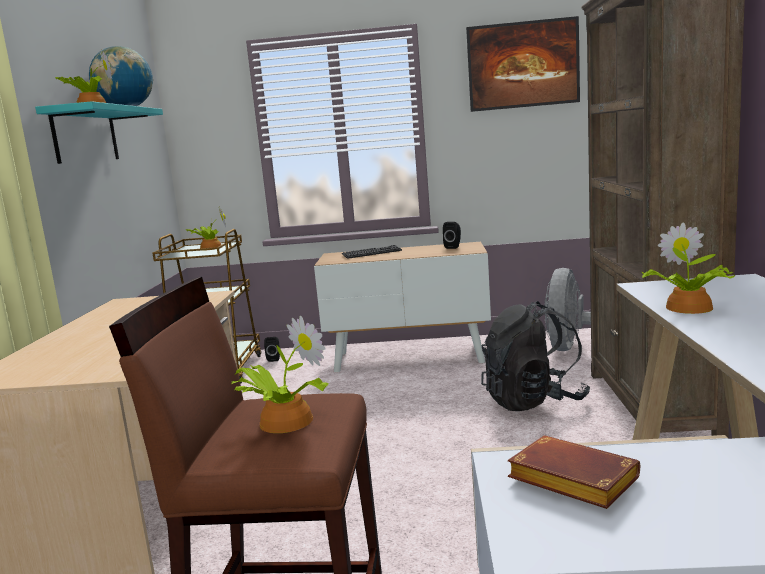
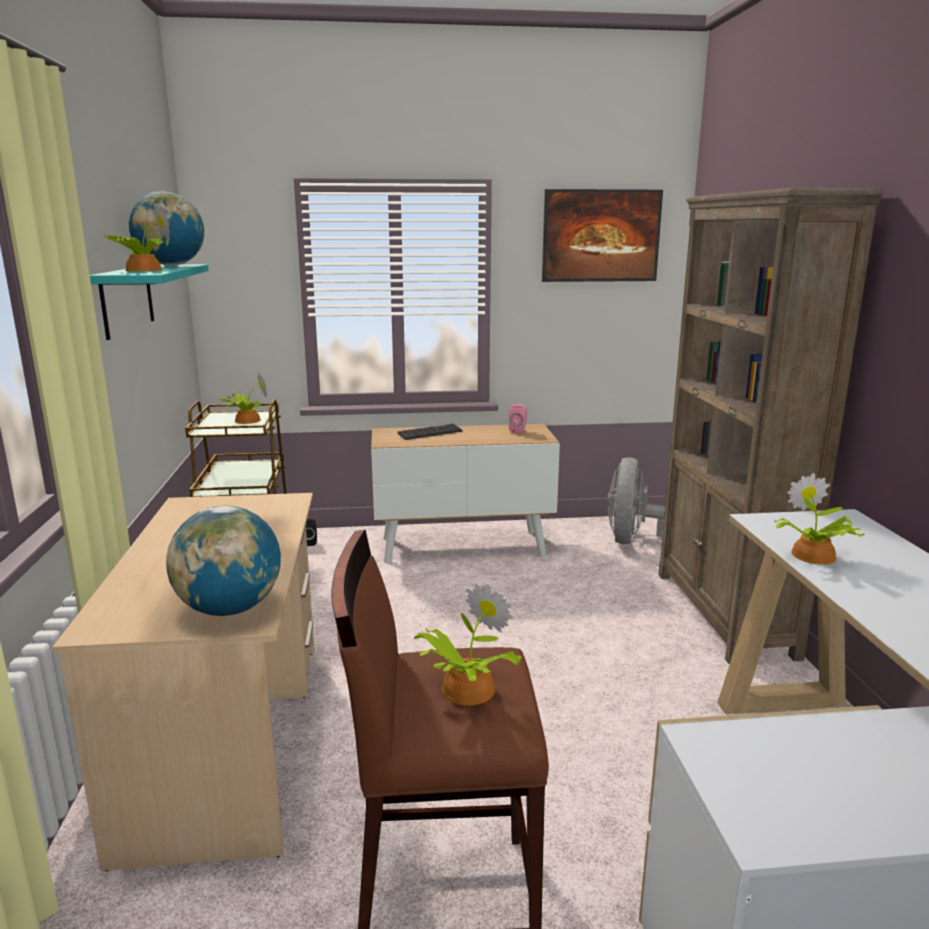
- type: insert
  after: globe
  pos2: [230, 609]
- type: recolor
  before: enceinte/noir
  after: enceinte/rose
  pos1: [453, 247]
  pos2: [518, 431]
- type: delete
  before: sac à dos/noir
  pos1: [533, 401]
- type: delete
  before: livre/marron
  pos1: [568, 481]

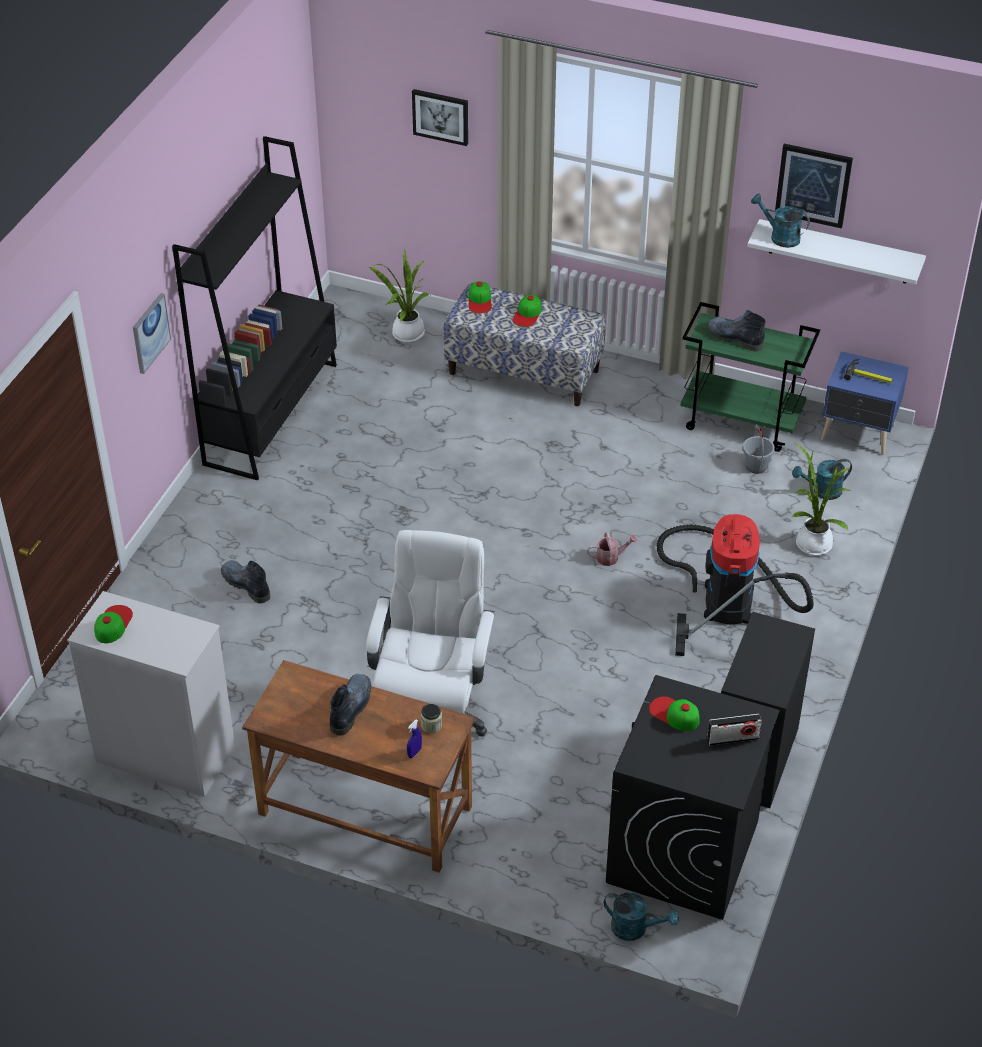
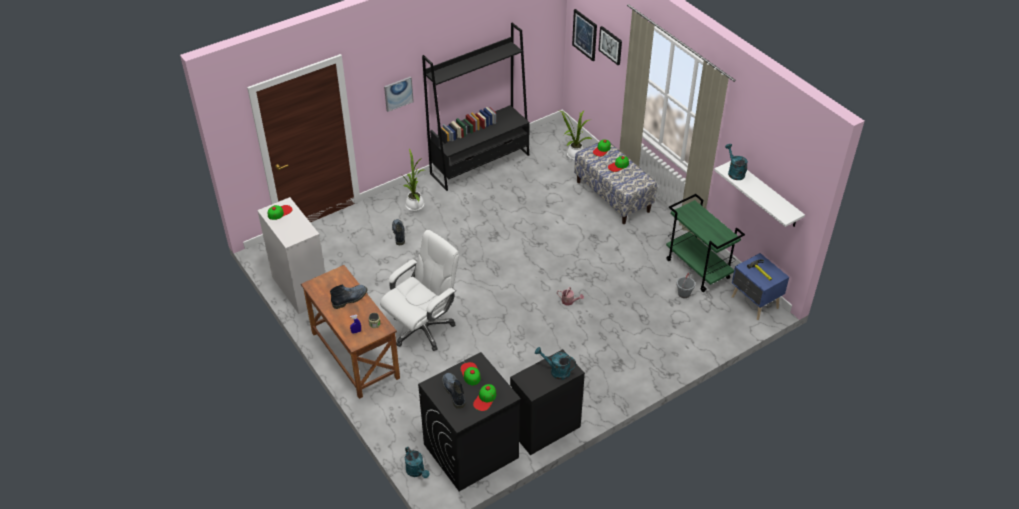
- type: move
  before: plante en pot
  pos1: [811, 542]
  pos2: [415, 204]
- type: move
  before: botte
  pos1: [733, 338]
  pos2: [453, 392]
- type: replace
  before: radio
  after: casquette
  pos1: [733, 738]
  pos2: [485, 399]
- type: move
  before: arrosoir/turquoise
  pos1: [822, 491]
  pos2: [556, 371]
- type: move
  before: tableau
  pos1: [813, 185]
  pos2: [585, 34]
- type: delete
  before: aspirateur
  pos1: [726, 597]

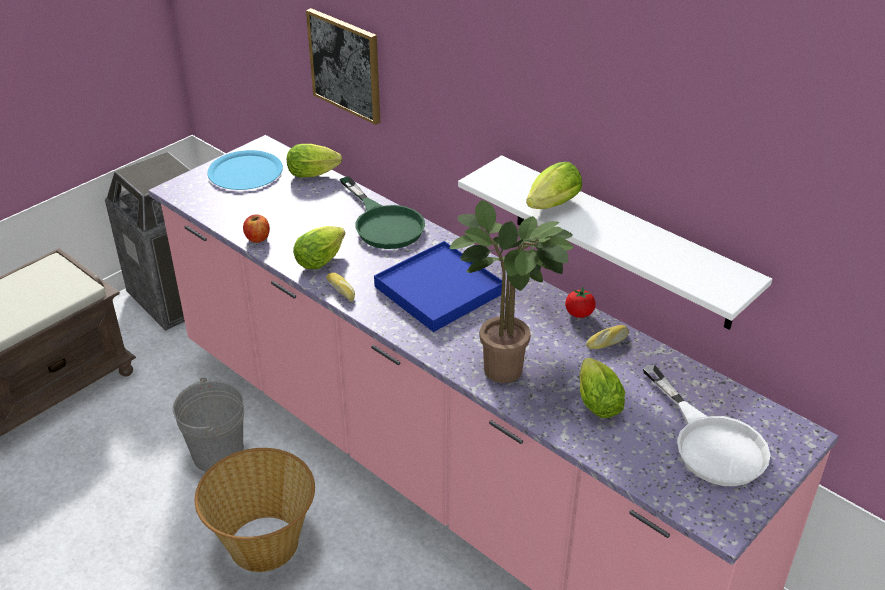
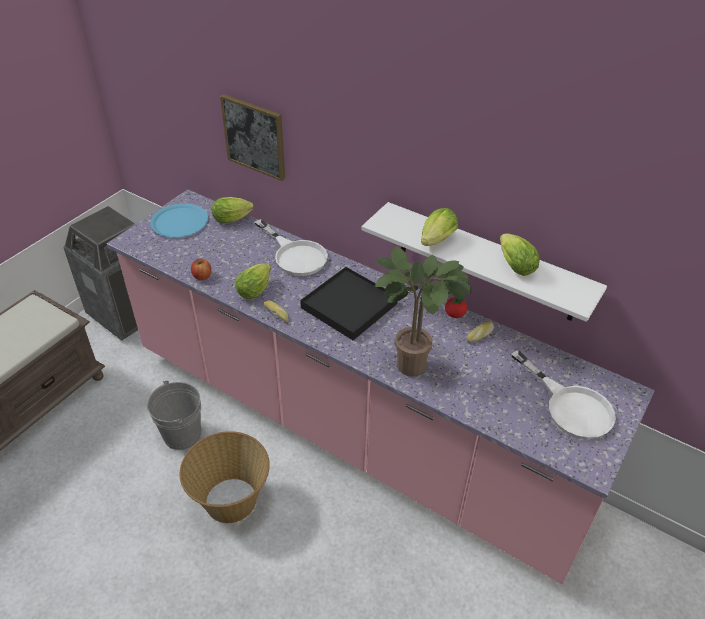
- type: recolor
  before: poêle/vert
  after: poêle/blanc
  pos1: [384, 223]
  pos2: [295, 255]
- type: recolor
  before: plateau/bleu
  after: plateau/noir
  pos1: [439, 290]
  pos2: [349, 305]
- type: move
  before: laitue
  pos1: [596, 400]
  pos2: [513, 264]

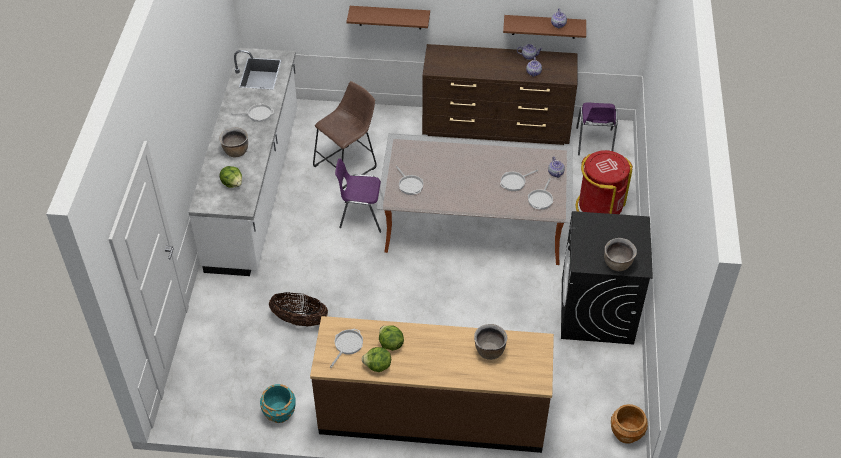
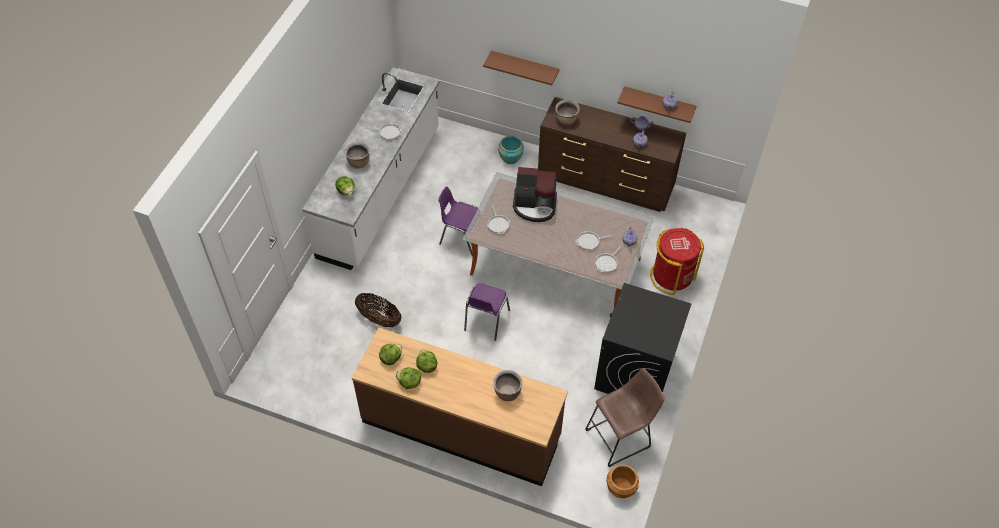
- type: replace
  before: poêle
  after: laitue
  pos1: [347, 345]
  pos2: [391, 358]
- type: move
  before: chaise/violet
  pos1: [594, 143]
  pos2: [486, 321]
- type: move
  before: cache-pot/turquoise
  pos1: [279, 412]
  pos2: [510, 157]
- type: insert
  after: machine à café
  pos2: [535, 205]
- type: move
  before: marmite/marron
  pos1: [617, 264]
  pos2: [566, 120]
- type: move
  before: tabouret/marron
  pos1: [348, 165]
  pos2: [621, 437]

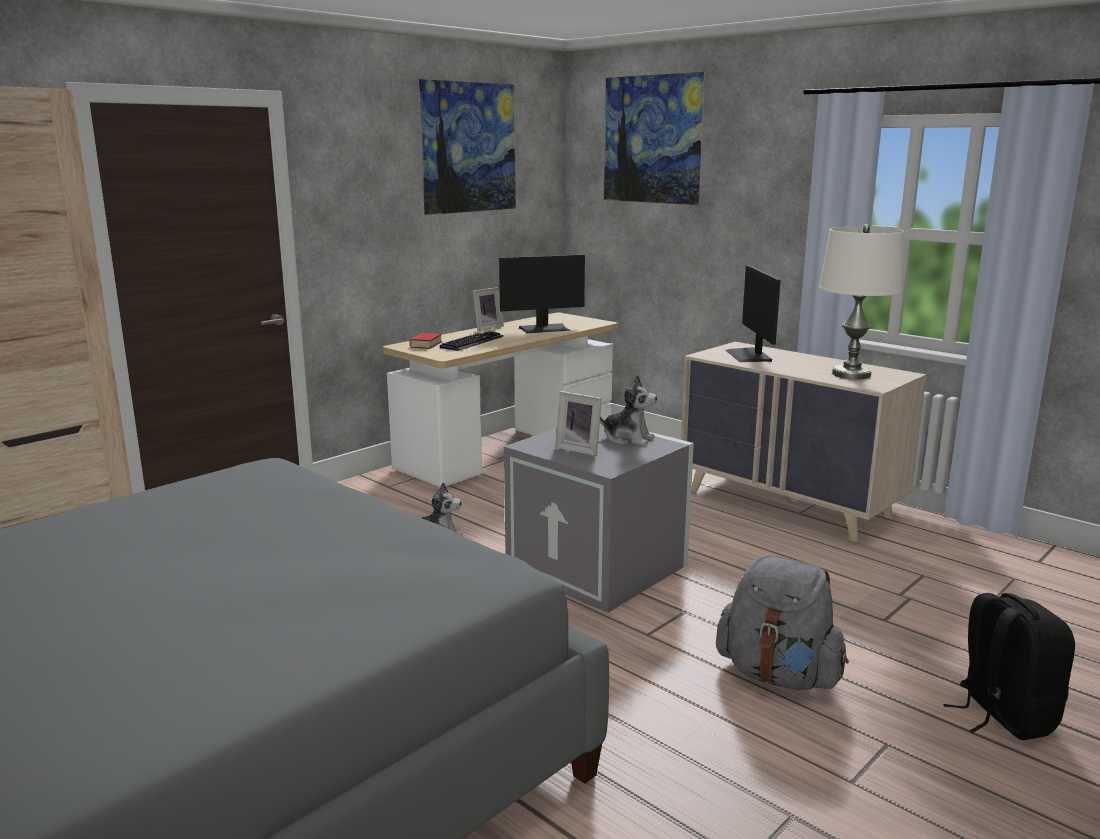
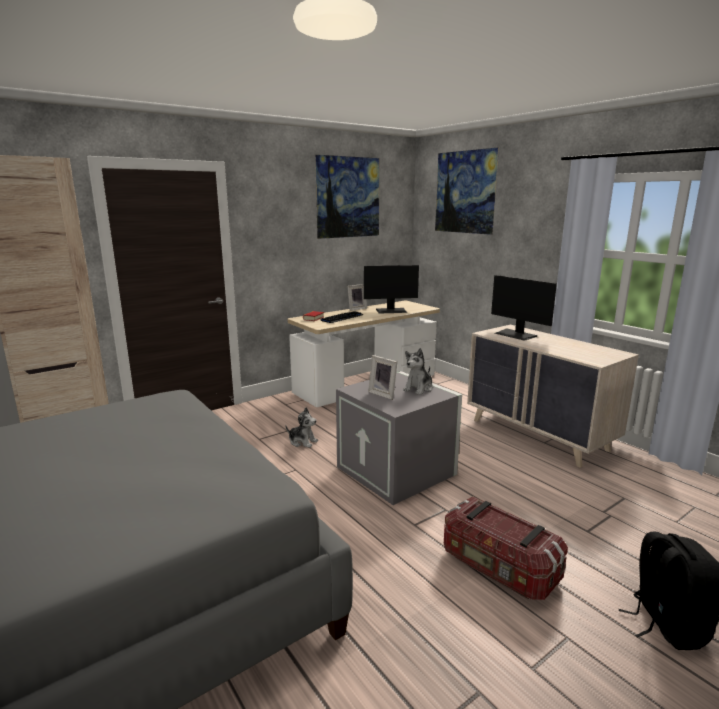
- type: rotate
  before: peluche
  pos1: [628, 439]
  pos2: [419, 388]
  turn: 90
- type: replace
  before: sac à dos/gris
  after: boîte de rangement
  pos1: [778, 675]
  pos2: [498, 568]
- type: rotate
  before: écran d'ordinateur
  pos1: [749, 355]
  pos2: [516, 334]
  turn: -45
- type: delete
  before: lampe de table/blanc
  pos1: [851, 374]

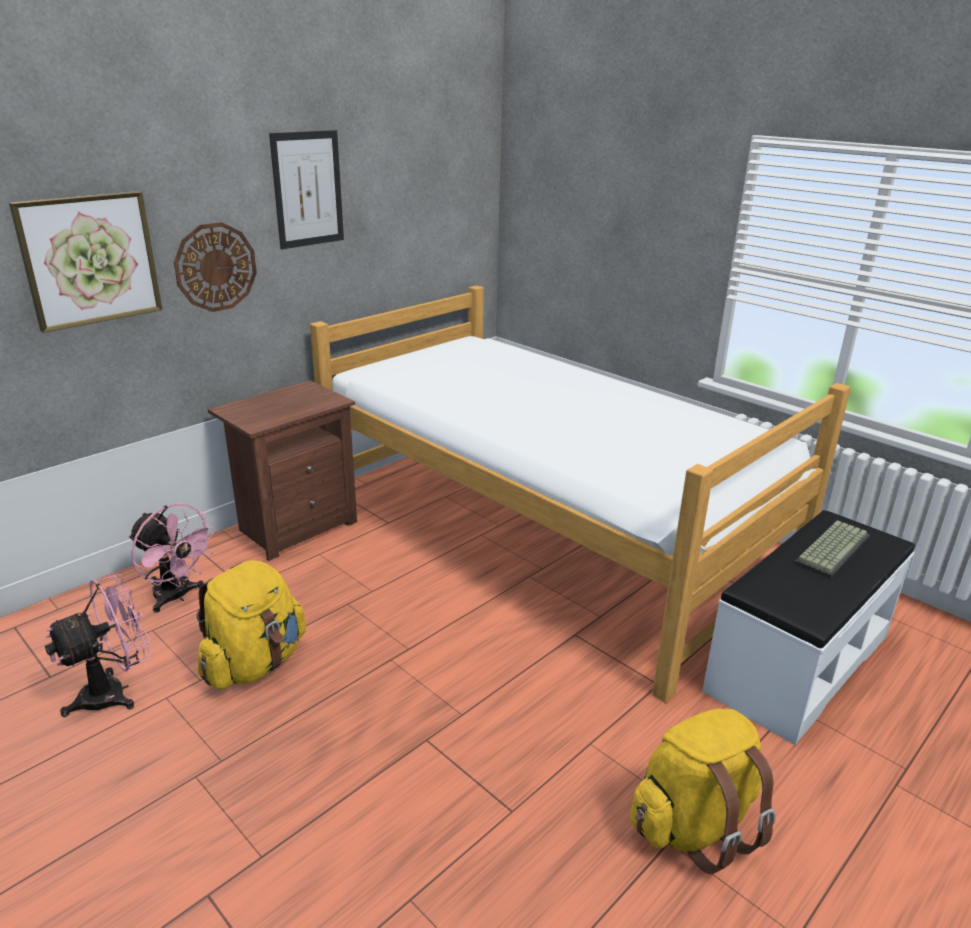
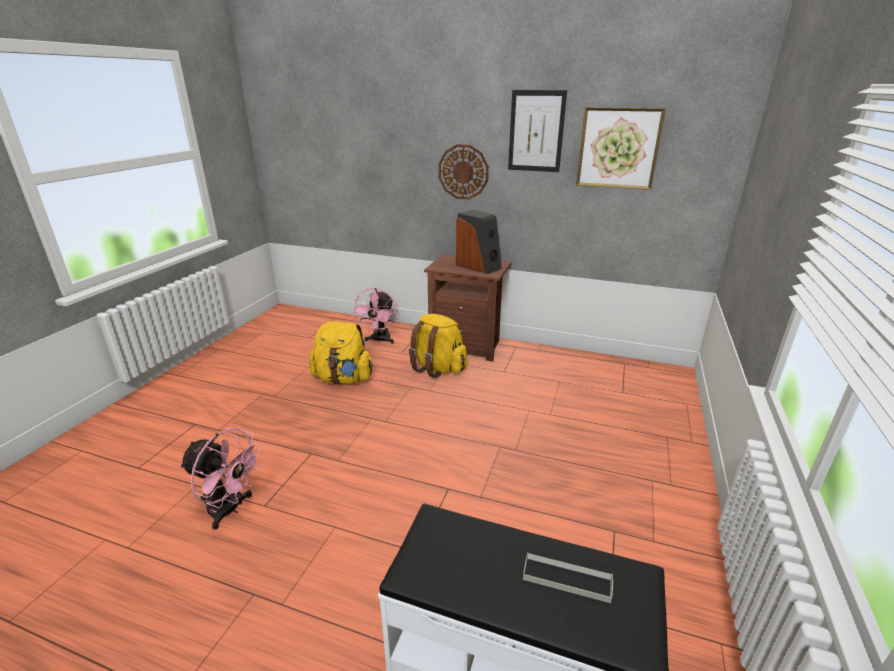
- type: move
  before: ventilateur/rose
  pos1: [115, 692]
  pos2: [230, 510]
- type: move
  before: sac à dos/jaune
  pos1: [694, 826]
  pos2: [438, 368]
- type: insert
  after: enceinte
  pos2: [478, 266]
- type: replace
  before: clavier
  after: plateau/gris
  pos1: [831, 548]
  pos2: [566, 579]
- type: move
  before: tableau
  pos1: [90, 260]
  pos2: [618, 148]
- type: delete
  before: lit
  pos1: [544, 532]

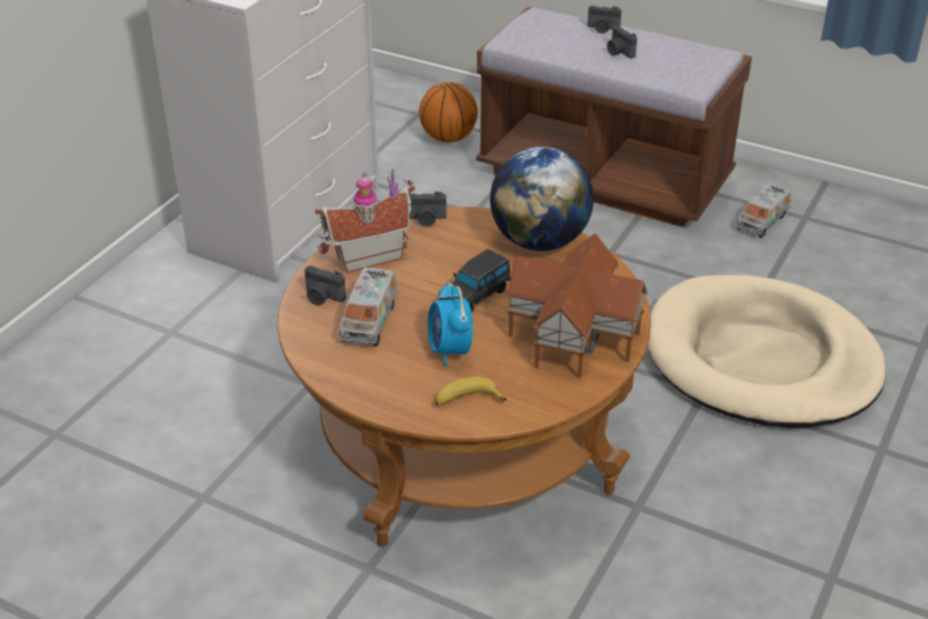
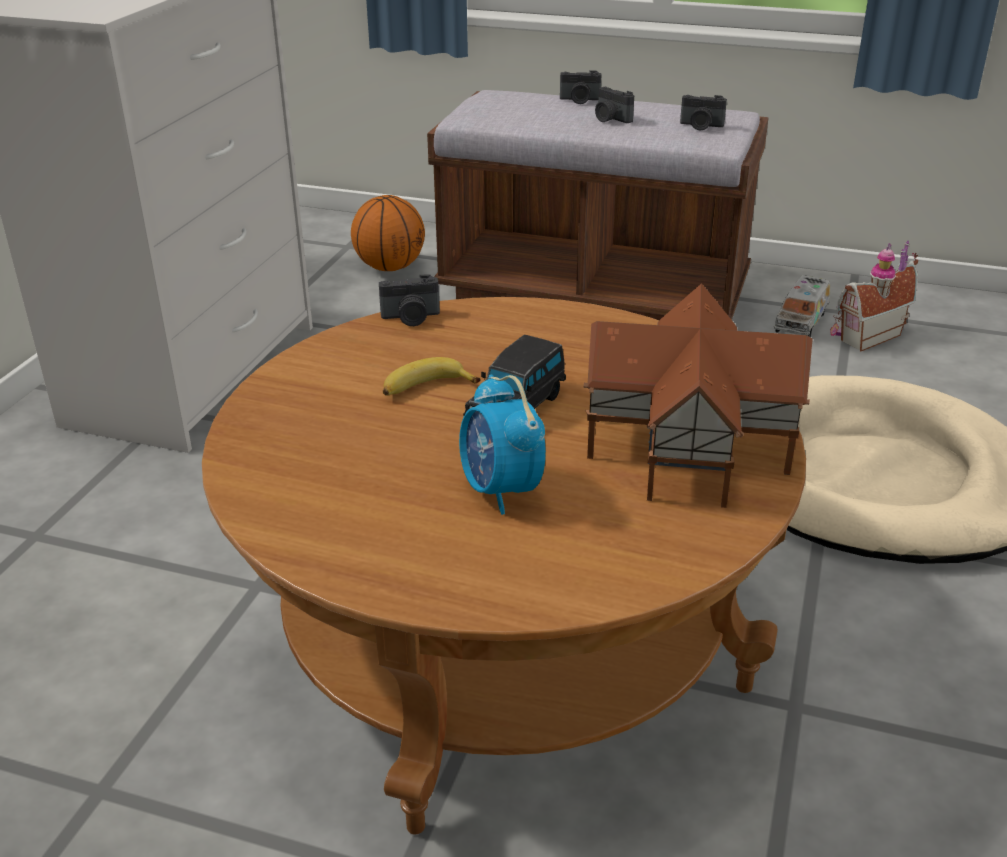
- type: move
  before: banane
  pos1: [467, 400]
  pos2: [426, 388]
- type: move
  before: appareil photo
  pos1: [322, 297]
  pos2: [701, 126]
- type: move
  before: maison miniature
  pos1: [366, 255]
  pos2: [864, 336]
- type: delete
  before: camion jouet
  pos1: [369, 320]
- type: delete
  before: globe
  pos1: [539, 241]

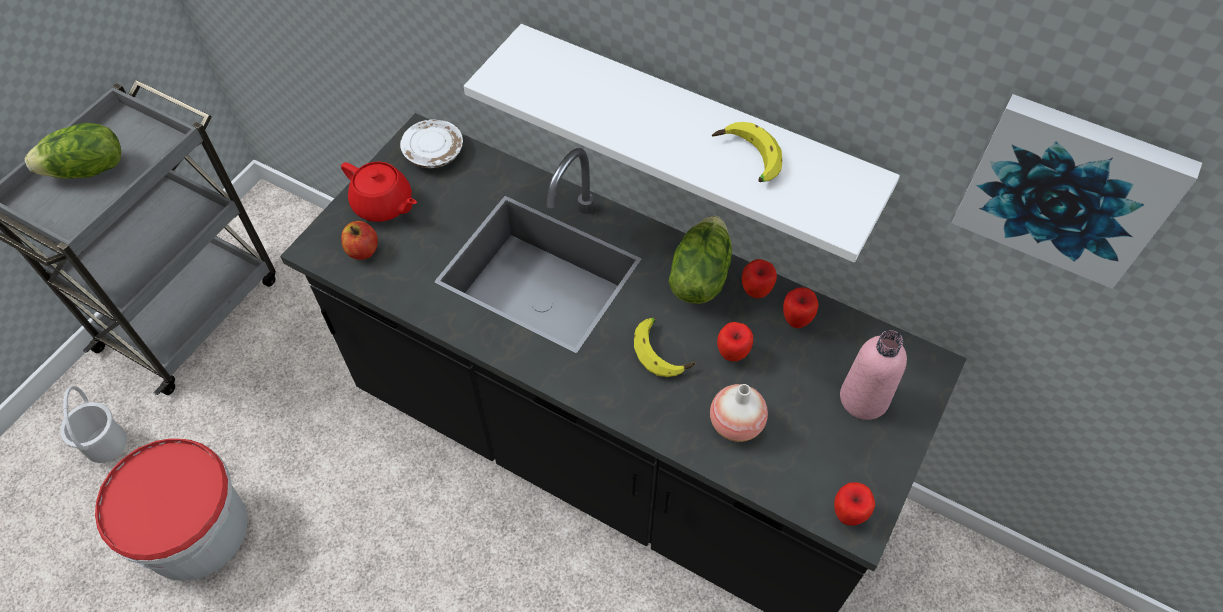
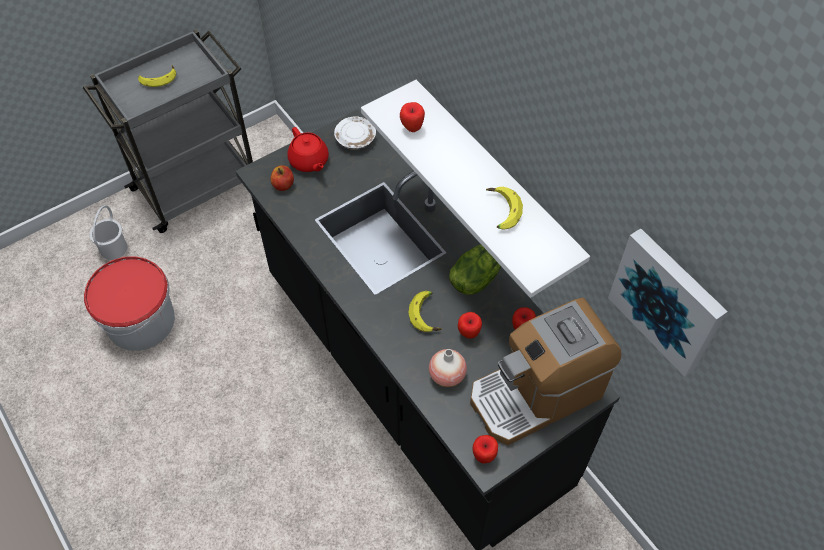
- type: replace
  before: laitue
  after: banane
  pos1: [88, 170]
  pos2: [158, 78]
- type: move
  before: pomme
  pos1: [755, 292]
  pos2: [412, 128]
- type: replace
  before: bouteille/rose
  after: machine à café
  pos1: [863, 398]
  pos2: [536, 393]

